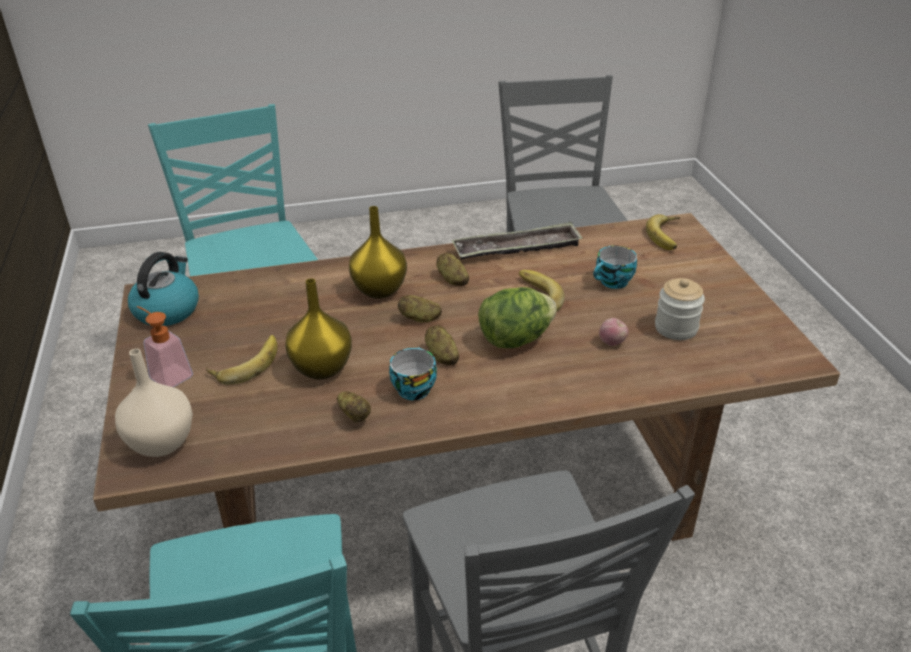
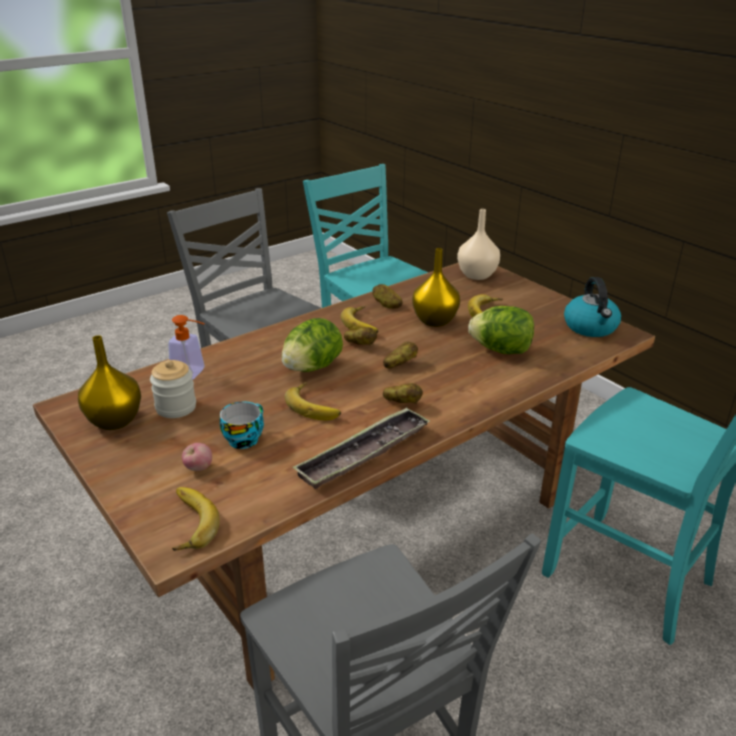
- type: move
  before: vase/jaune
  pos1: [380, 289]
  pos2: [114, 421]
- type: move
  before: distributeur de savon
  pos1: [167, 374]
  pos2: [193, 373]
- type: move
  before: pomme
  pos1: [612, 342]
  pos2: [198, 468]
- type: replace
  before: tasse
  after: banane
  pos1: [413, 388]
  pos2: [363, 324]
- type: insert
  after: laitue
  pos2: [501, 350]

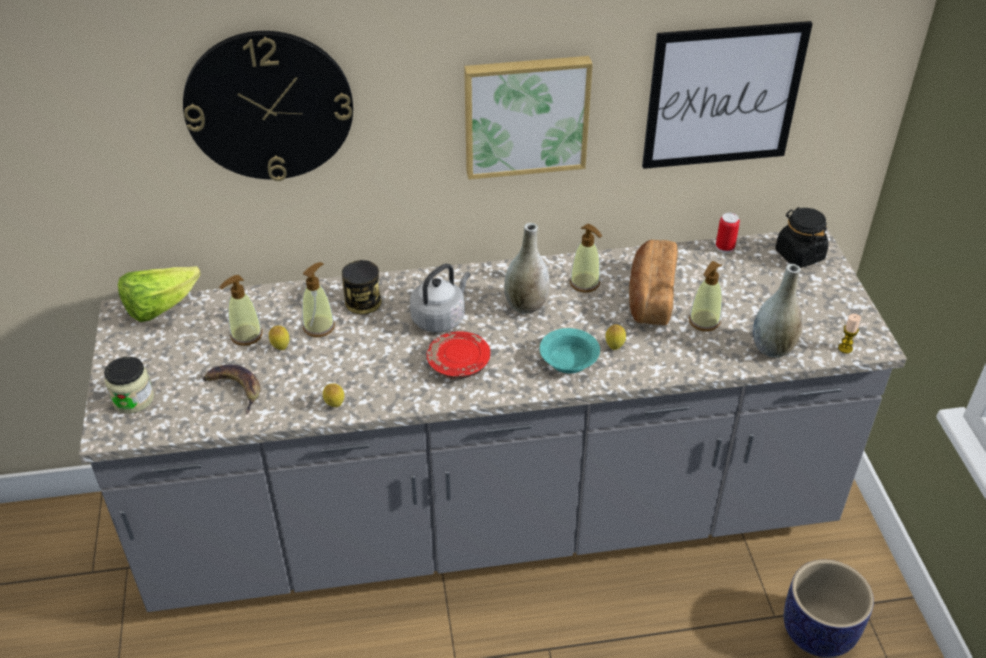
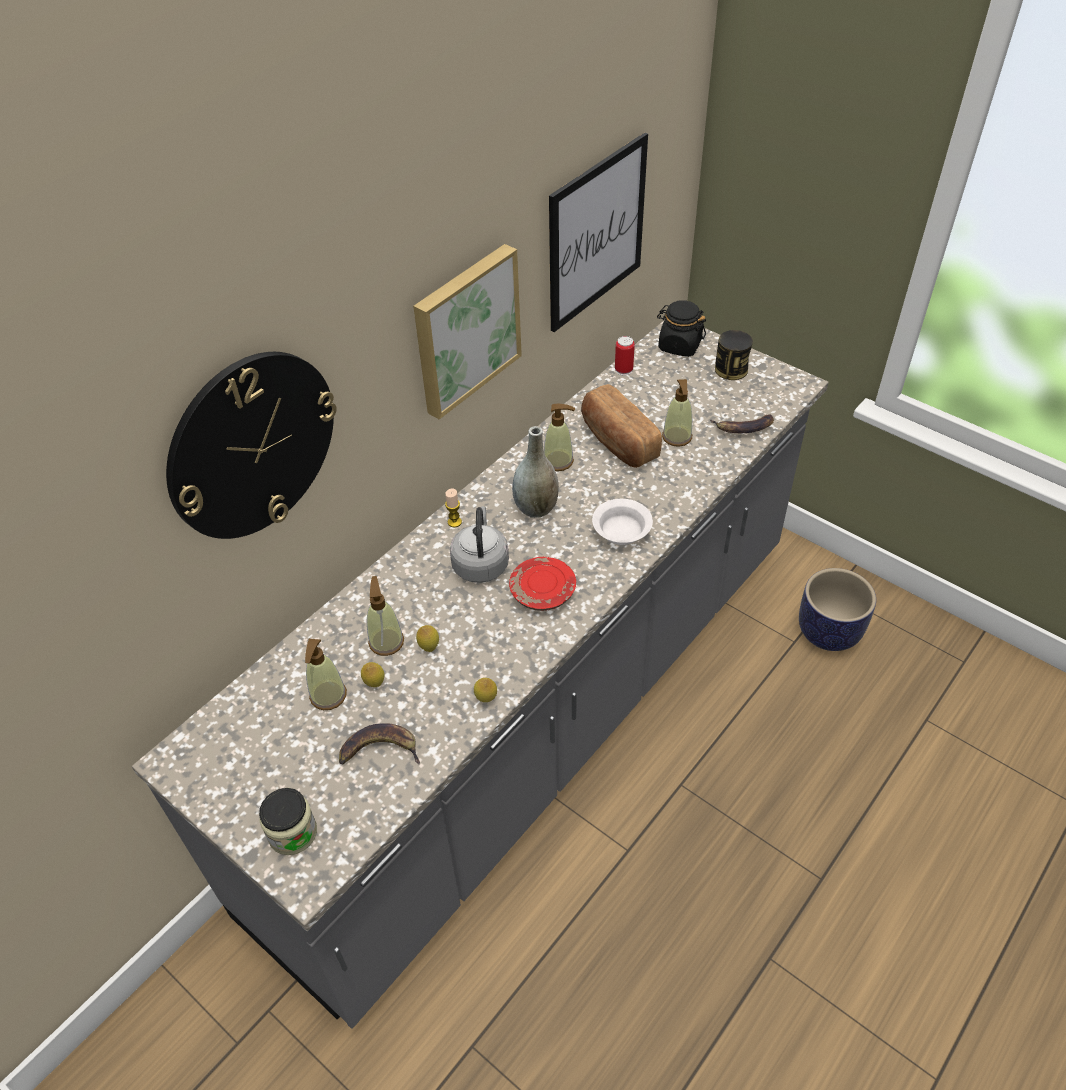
- type: move
  before: citron
  pos1: [614, 346]
  pos2: [429, 647]
- type: move
  before: bougie
  pos1: [845, 348]
  pos2: [454, 522]
- type: recolor
  before: bol/turquoise
  after: bol/blanc
  pos1: [568, 362]
  pos2: [622, 533]
- type: replace
  before: vase/gris
  after: banane
  pos1: [772, 348]
  pos2: [743, 428]
- type: move
  before: boîte métallique
  pos1: [363, 302]
  pos2: [731, 369]
- type: delete
  before: laitue
  pos1: [160, 307]

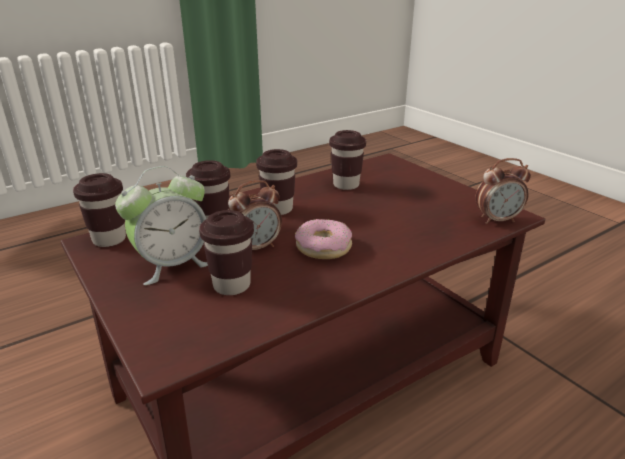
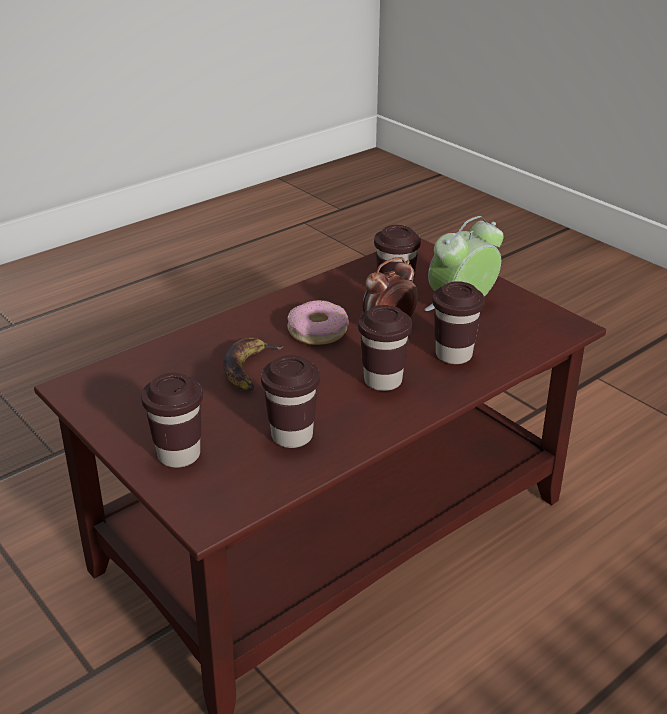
- type: move
  before: tasse/marron
  pos1: [109, 239]
  pos2: [179, 455]
- type: insert
  after: banane
  pos2: [250, 369]
- type: delete
  before: réveil
  pos1: [497, 220]

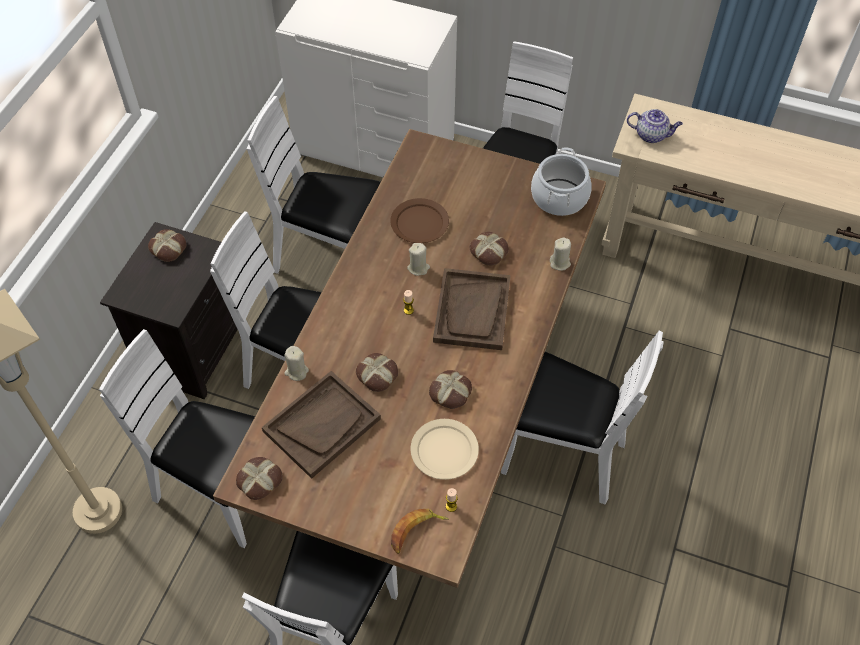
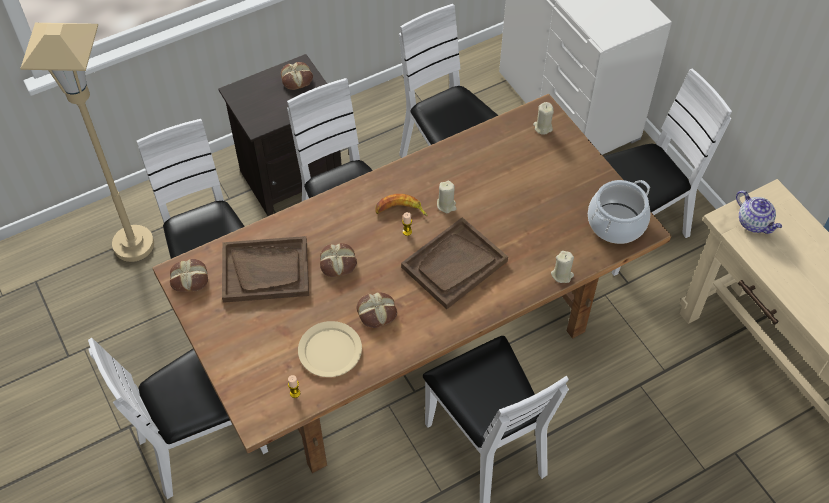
- type: move
  before: banane
  pos1: [416, 532]
  pos2: [400, 210]
- type: move
  before: bougie/beige
  pos1: [296, 371]
  pos2: [542, 127]
- type: delete
  before: assiette/marron
  pos1: [419, 222]
- type: delete
  before: pain
  pos1: [489, 251]

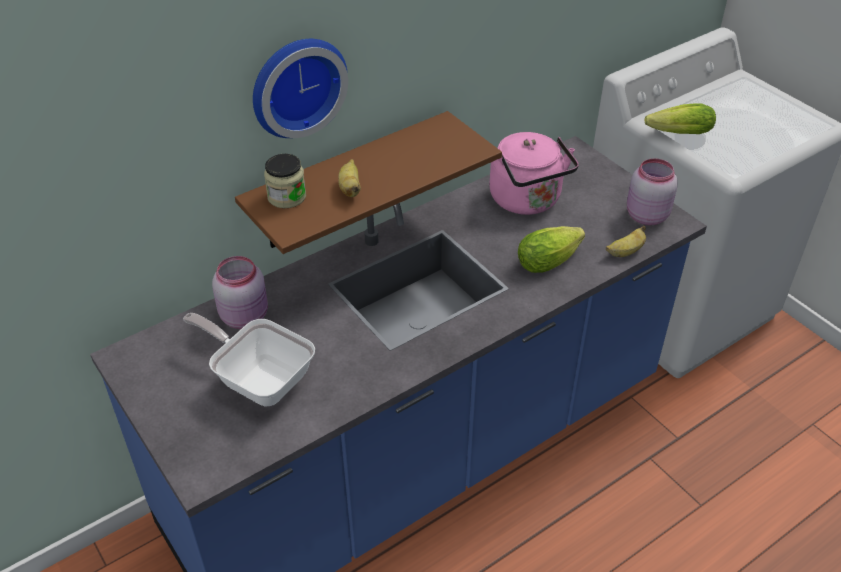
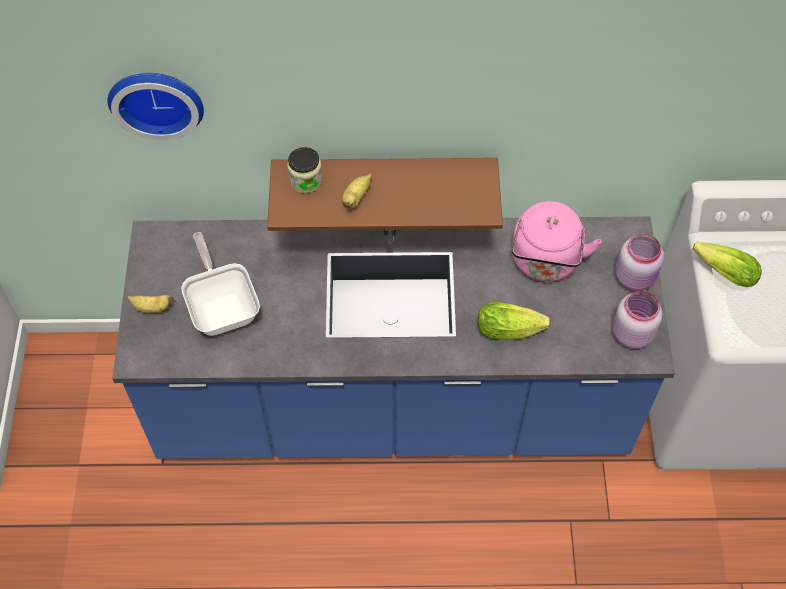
- type: move
  before: horloge murale
  pos1: [296, 85]
  pos2: [156, 99]
- type: move
  before: banane
  pos1: [625, 252]
  pos2: [152, 308]
- type: move
  before: bocal/rose
  pos1: [246, 316]
  pos2: [635, 277]

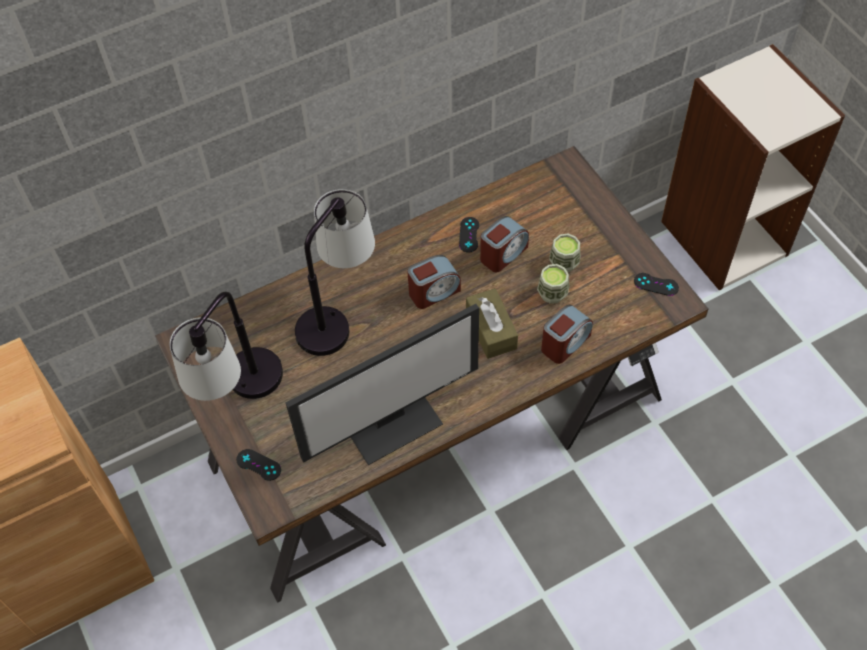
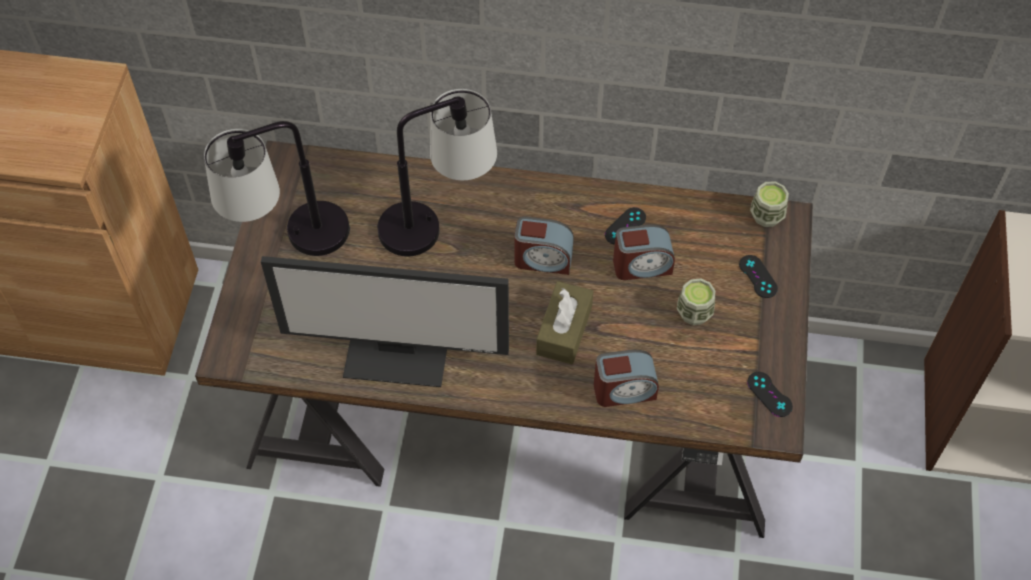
- type: move
  before: manette/noir
  pos1: [258, 465]
  pos2: [758, 276]
- type: move
  before: tasse
  pos1: [552, 293]
  pos2: [766, 215]

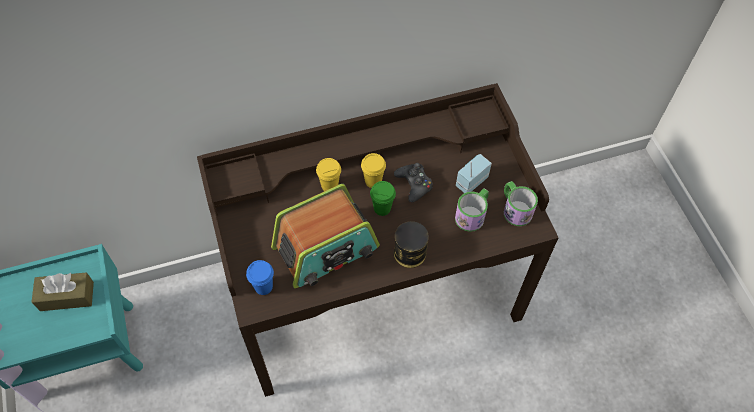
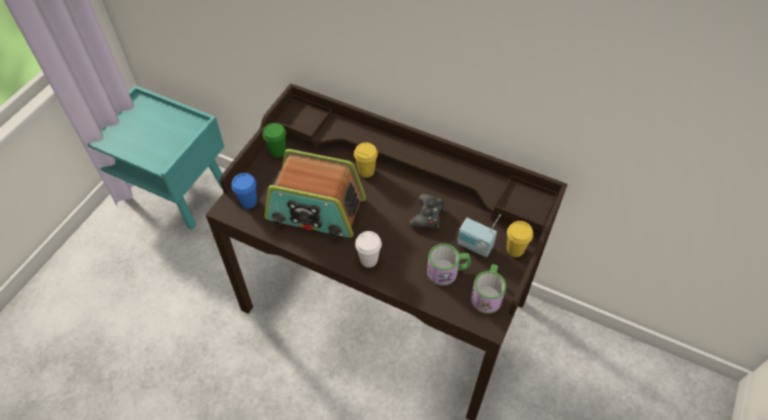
- type: move
  before: tasse/vert
  pos1: [382, 208]
  pos2: [278, 151]
- type: replace
  before: boîte métallique
  after: tasse/blanc
  pos1: [409, 253]
  pos2: [369, 260]
- type: rotate
  before: radio
  pos1: [470, 181]
  pos2: [474, 246]
  turn: -150
- type: move
  before: tasse/jaune
  pos1: [373, 181]
  pos2: [515, 250]
- type: delete
  before: boîte à mouchoirs/marron
  pos1: [67, 296]

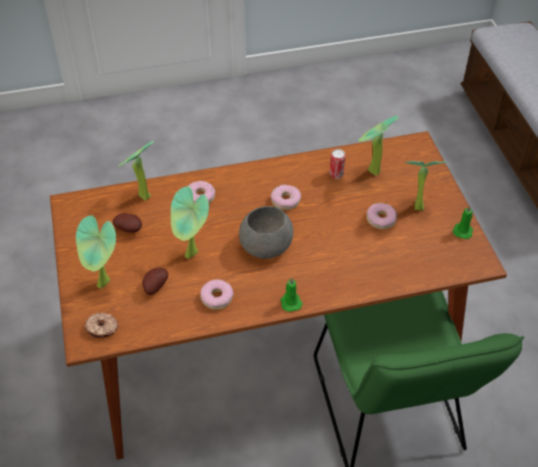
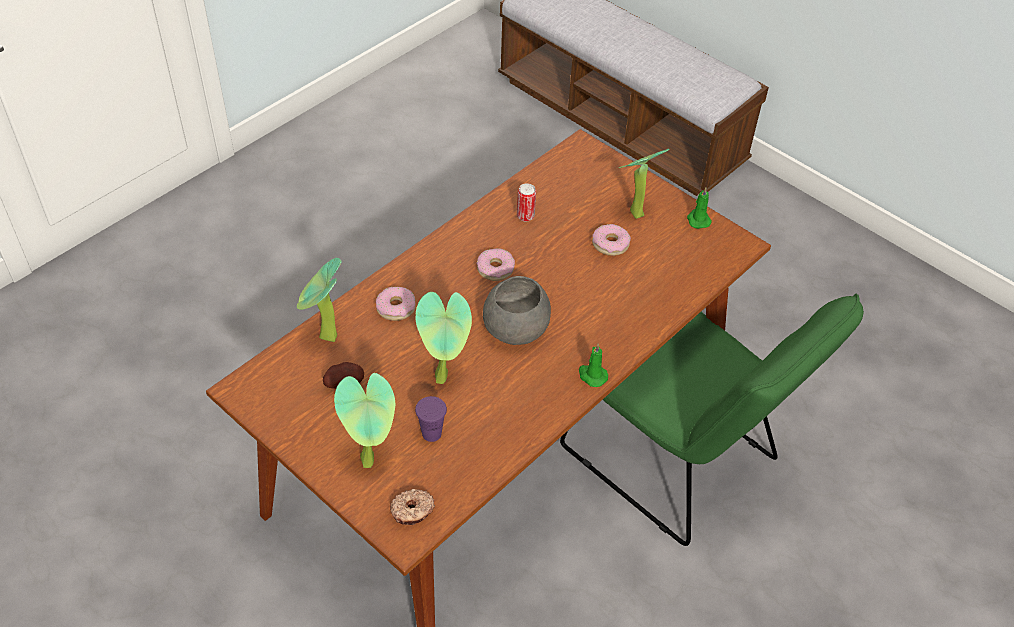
- type: replace
  before: pomme de terre
  after: tasse/violet
  pos1: [154, 287]
  pos2: [431, 433]
- type: delete
  before: beignet
  pos1: [216, 297]
- type: delete
  before: plante en pot
  pos1: [371, 172]

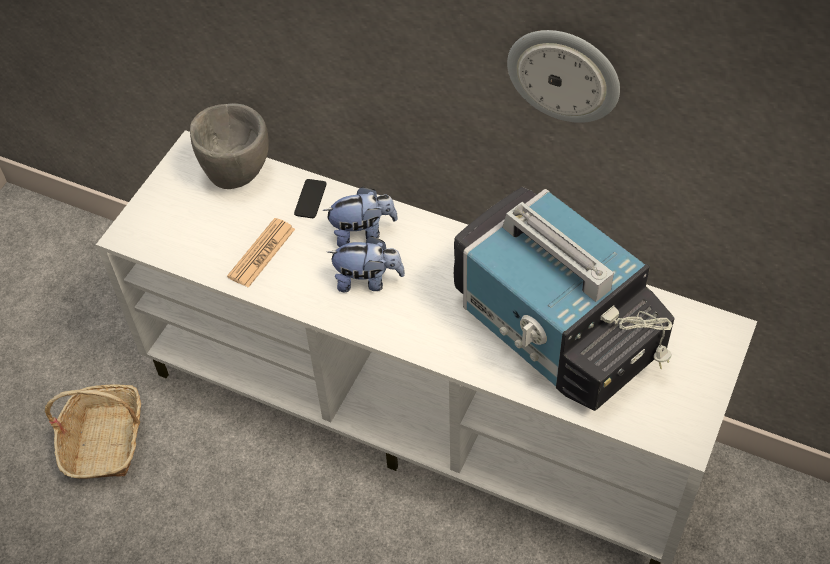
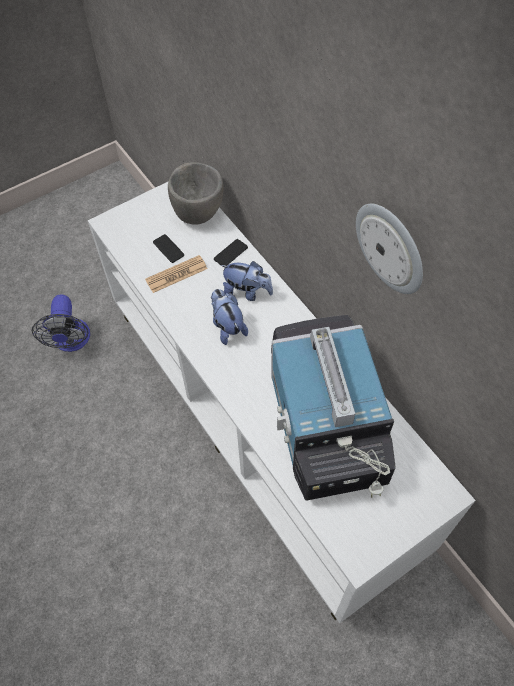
- type: replace
  before: panier
  after: ventilateur
  pos1: [105, 440]
  pos2: [71, 342]
- type: insert
  after: téléphone
  pos2: [168, 249]
- type: rotate
  before: peluche
  pos1: [368, 280]
  pos2: [227, 326]
  turn: -150

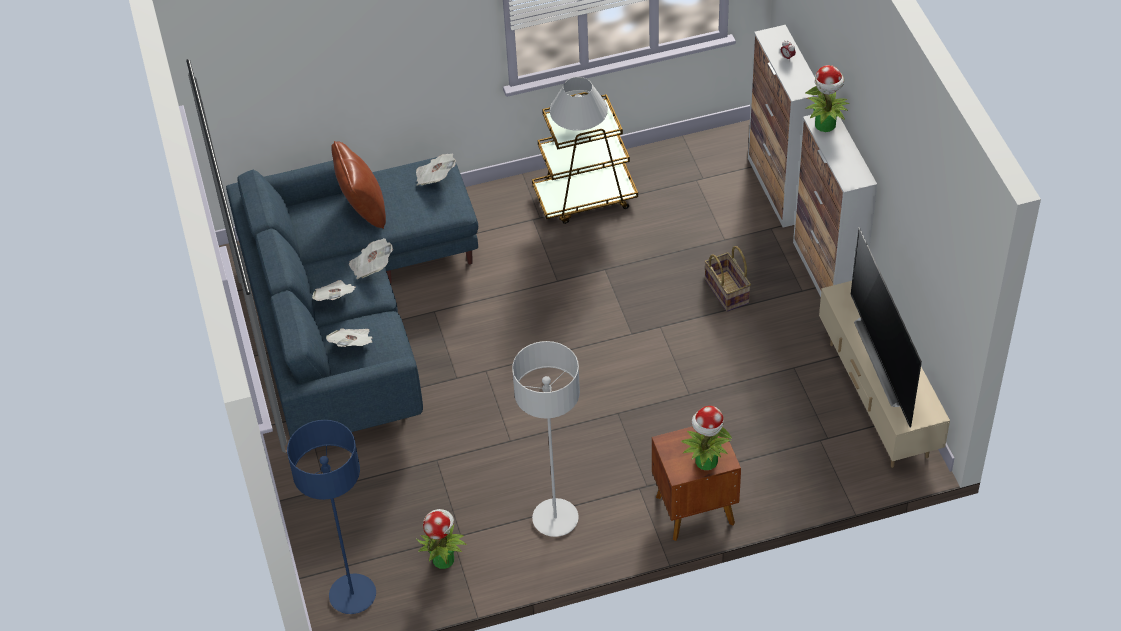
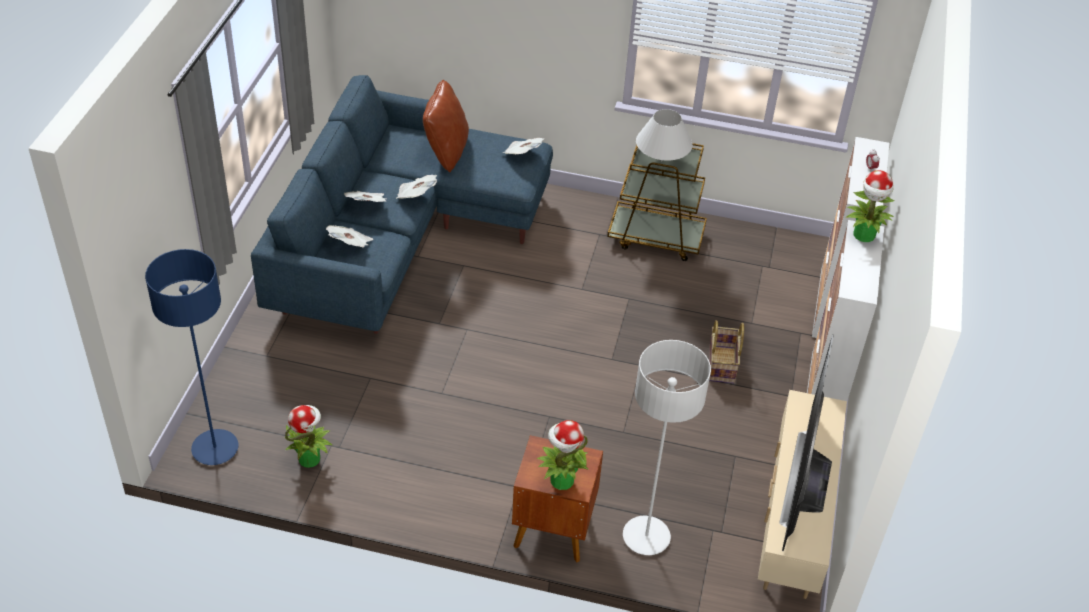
- type: move
  before: lampadaire/gris
  pos1: [555, 519]
  pos2: [646, 537]

